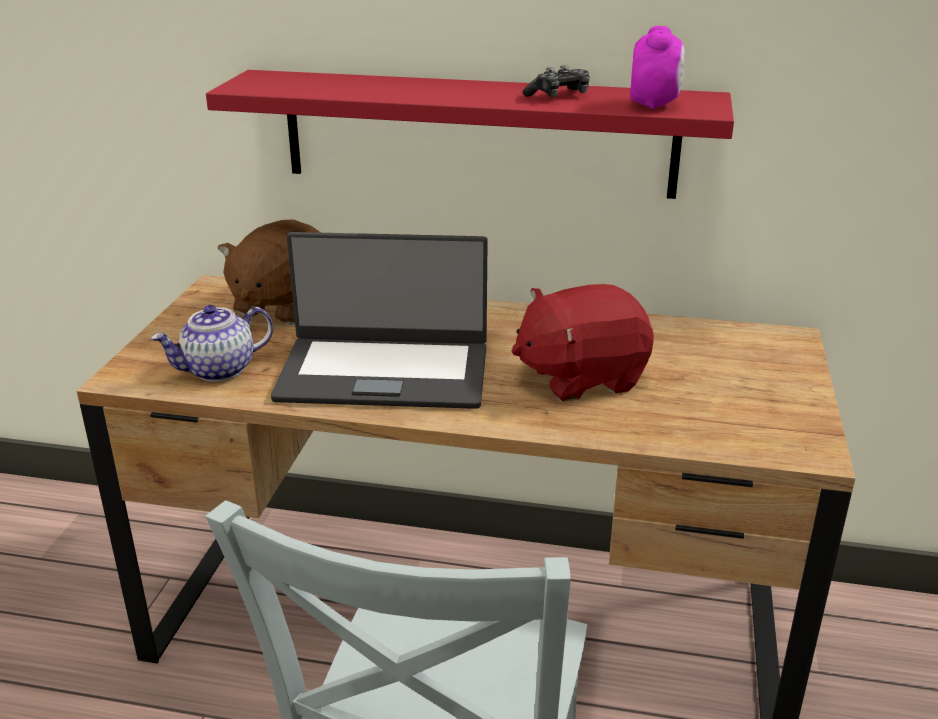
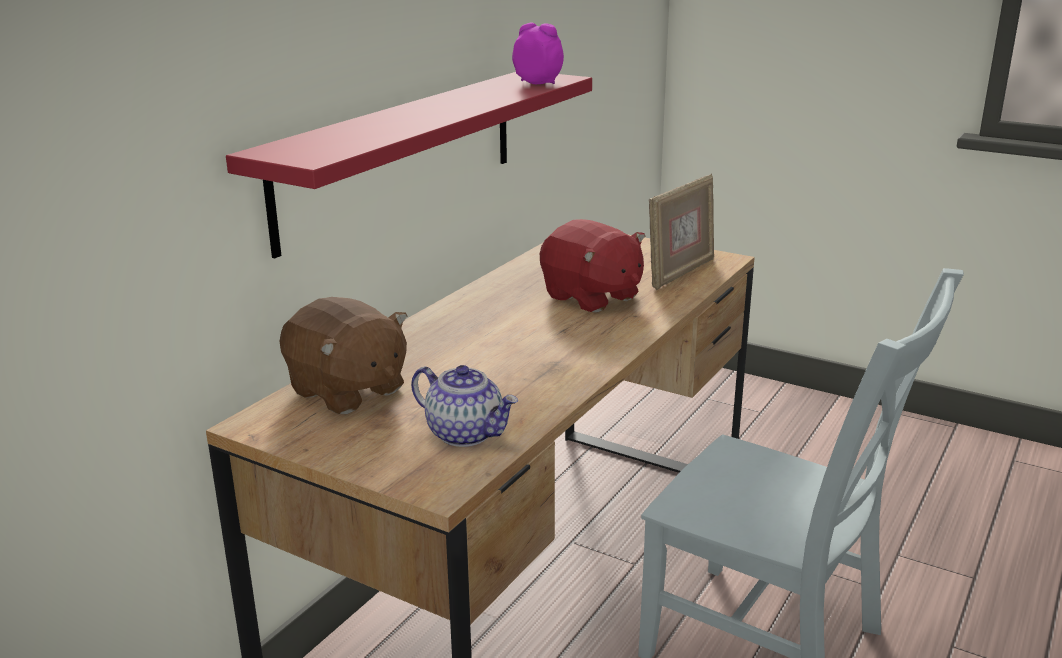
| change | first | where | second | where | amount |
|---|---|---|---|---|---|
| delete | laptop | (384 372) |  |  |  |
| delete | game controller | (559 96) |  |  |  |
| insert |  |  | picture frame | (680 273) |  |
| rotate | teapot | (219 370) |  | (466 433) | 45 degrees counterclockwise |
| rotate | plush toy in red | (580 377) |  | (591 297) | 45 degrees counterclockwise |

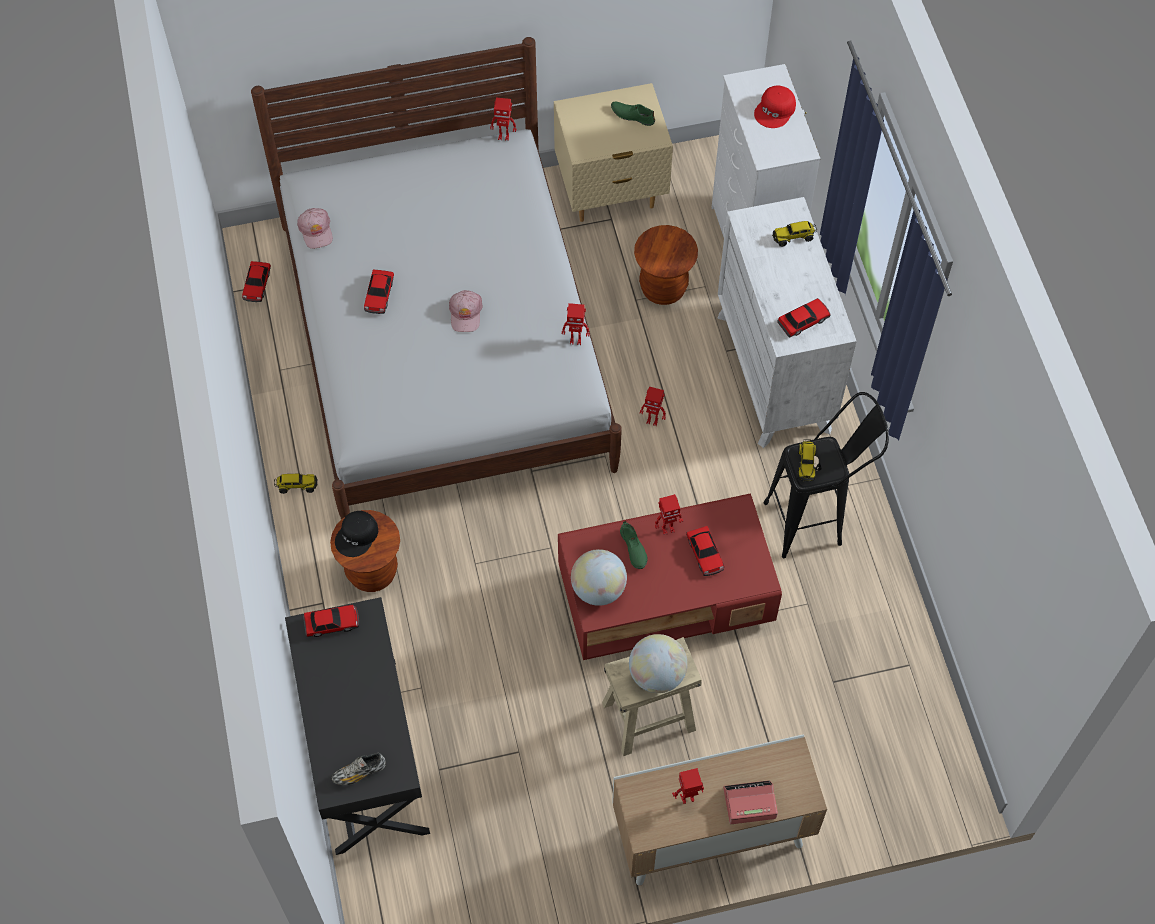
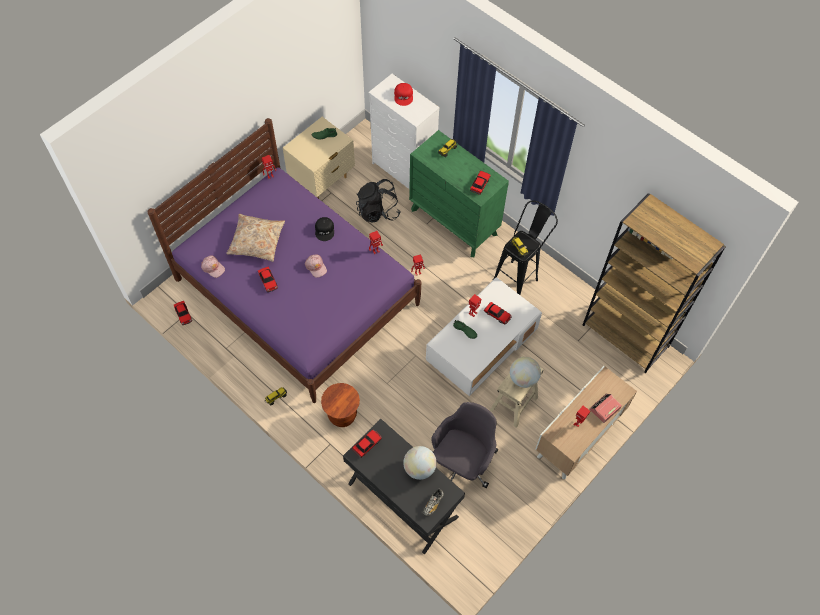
| change | first | where | second | where | amount |
|---|---|---|---|---|---|
| insert |  |  | pillow in beige | (257 241) |  |
| insert |  |  | office chair in grey | (462 462) |  |
| insert |  |  | bookcase in brown | (626 336) |  |
| move | cap in black | (357 536) |  | (325 230) |  |
| move | globe | (598 589) |  | (419 468) |  |
| replace | stool in brown | (663 288) | backpack in black | (378 211) |  |
| recolor | bed in white | (445 344) | bed in purple | (297 291) |  |
| recolor | coffee table in red | (666 595) | coffee table in white | (481 346) |  |
| recolor | dresser in white | (774 372) | dresser in green | (454 222) |  |

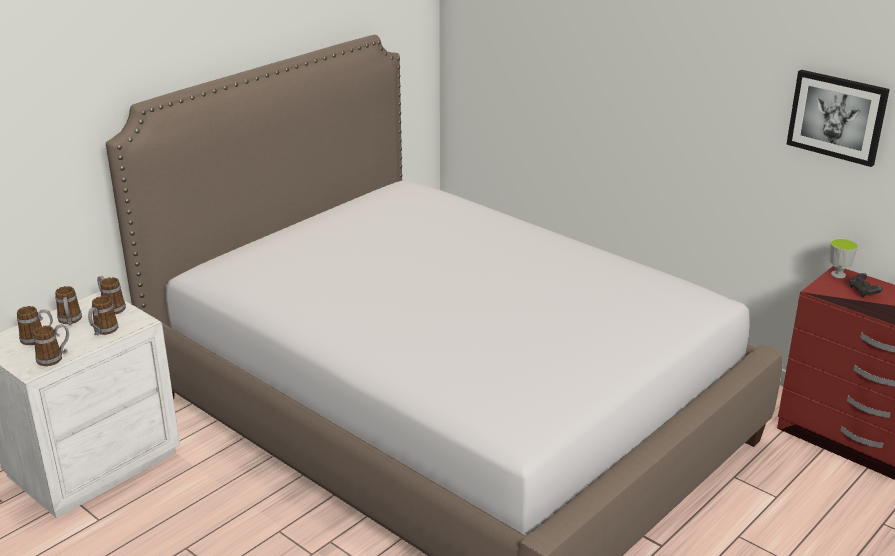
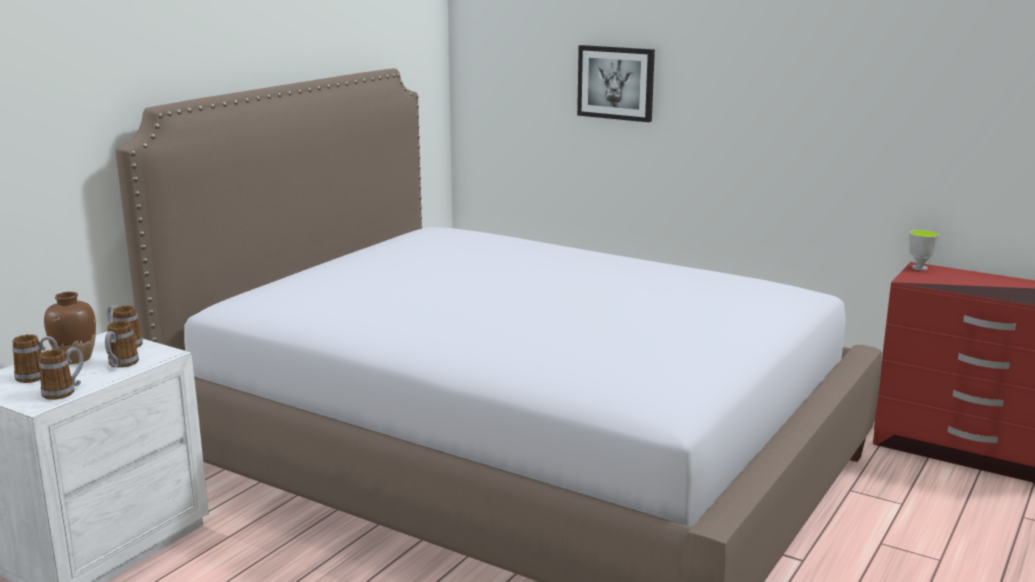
| change | first | where | second | where | amount |
|---|---|---|---|---|---|
| delete | game controller in black | (863 292) |  |  |  |
| move | picture | (837 116) |  | (616 83) |  |
| replace | mug | (70 321) | vase in brown | (75 359) |  |

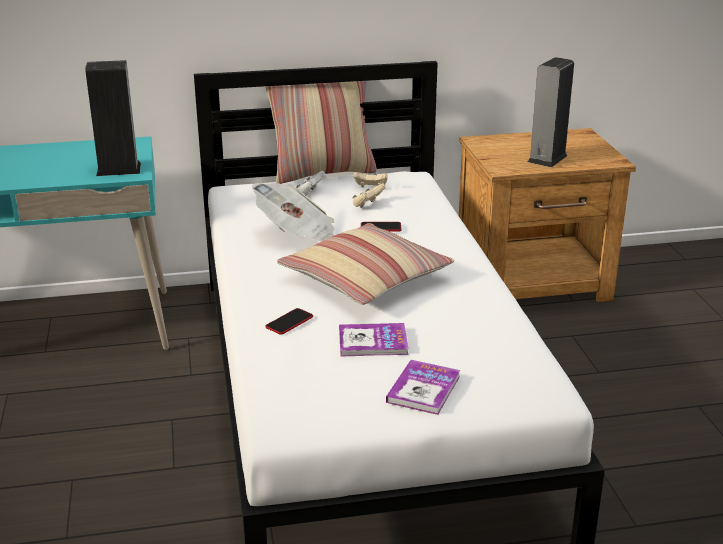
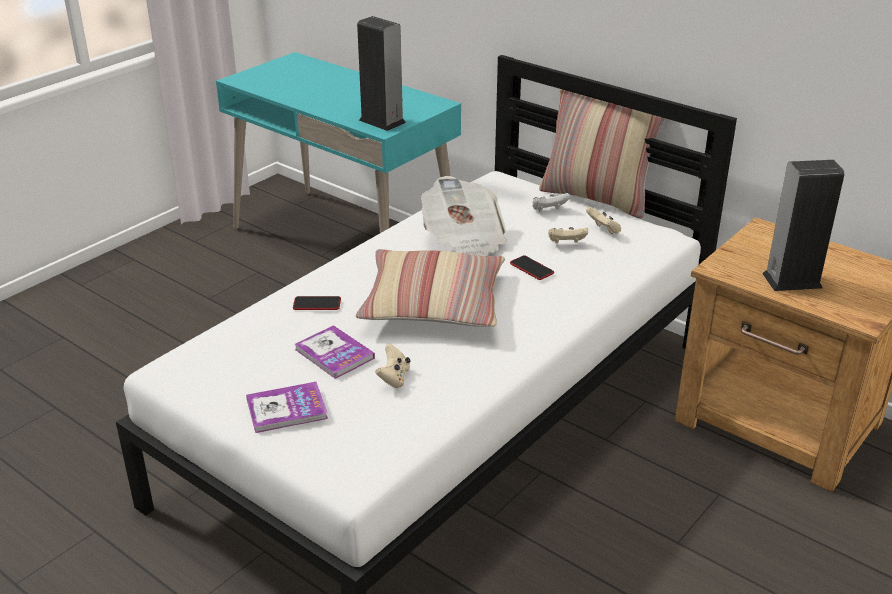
| change | first | where | second | where | amount |
|---|---|---|---|---|---|
| insert |  |  | game controller in beige | (394 378) |  |

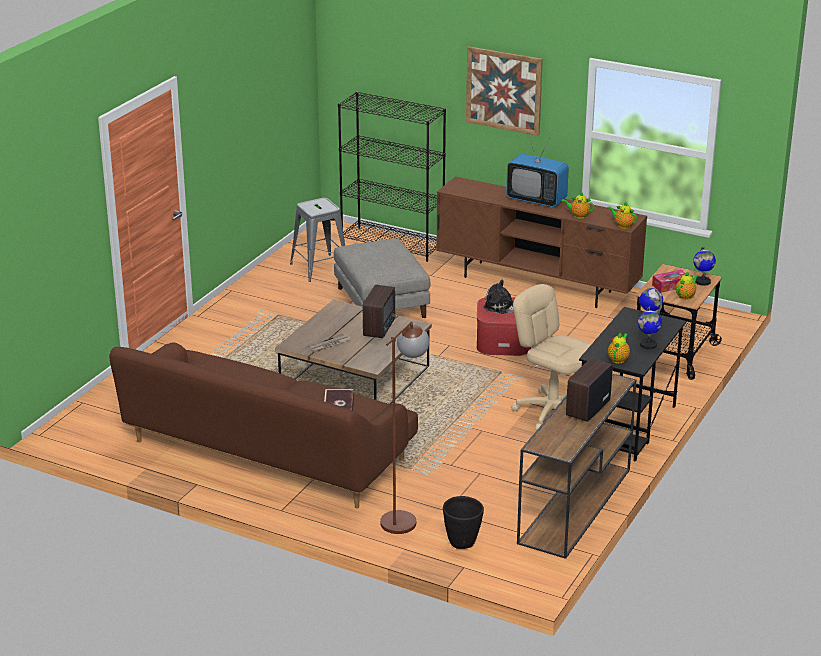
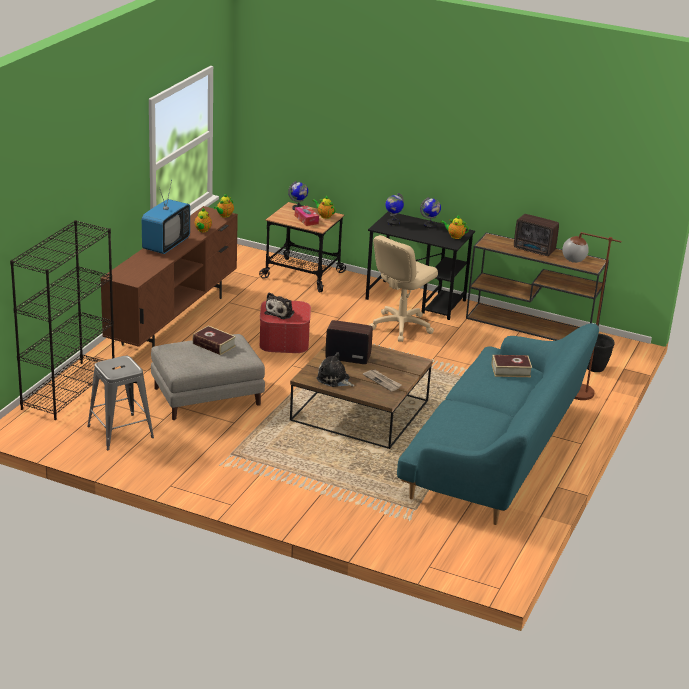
| change | first | where | second | where | amount |
|---|---|---|---|---|---|
| delete | picture | (504 90) |  |  |  |
| insert |  |  | book | (214 345) |  |
| insert |  |  | plush toy | (334 379) |  |
| recolor | sofa in brown | (266 452) | sofa in turquoise | (496 453) |  |

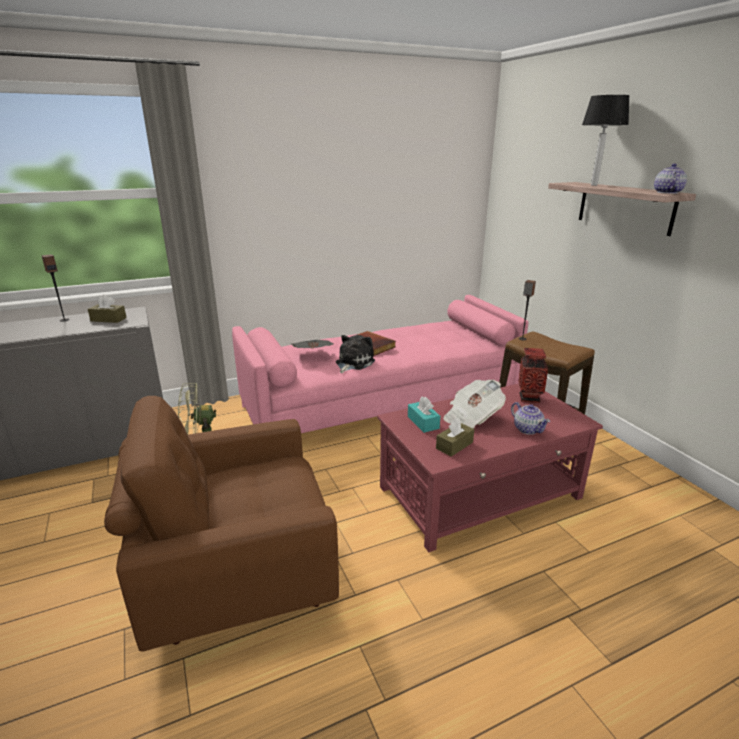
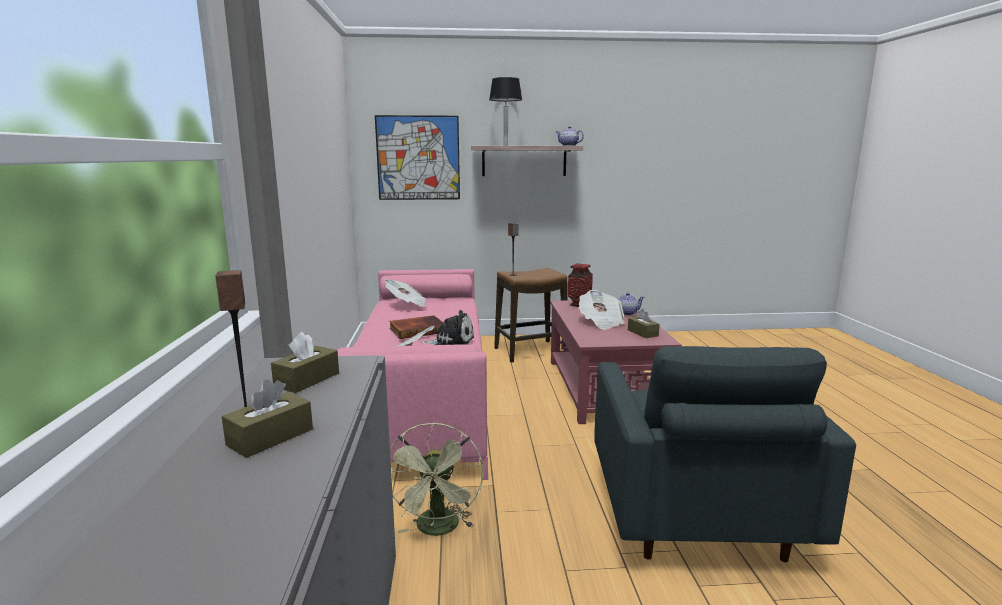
| change | first | where | second | where | amount |
|---|---|---|---|---|---|
| delete | tissue box in turquoise | (423 422) |  |  |  |
| insert |  |  | tissue box in brown | (270 437) |  |
| insert |  |  | picture | (418 158) |  |
| insert |  |  | newspaper | (407 304) |  |
| recolor | armchair in brown | (237 575) | armchair in grey | (693 515) |  |
| rotate | plush toy | (353 363) |  | (451 343) | 135 degrees clockwise |

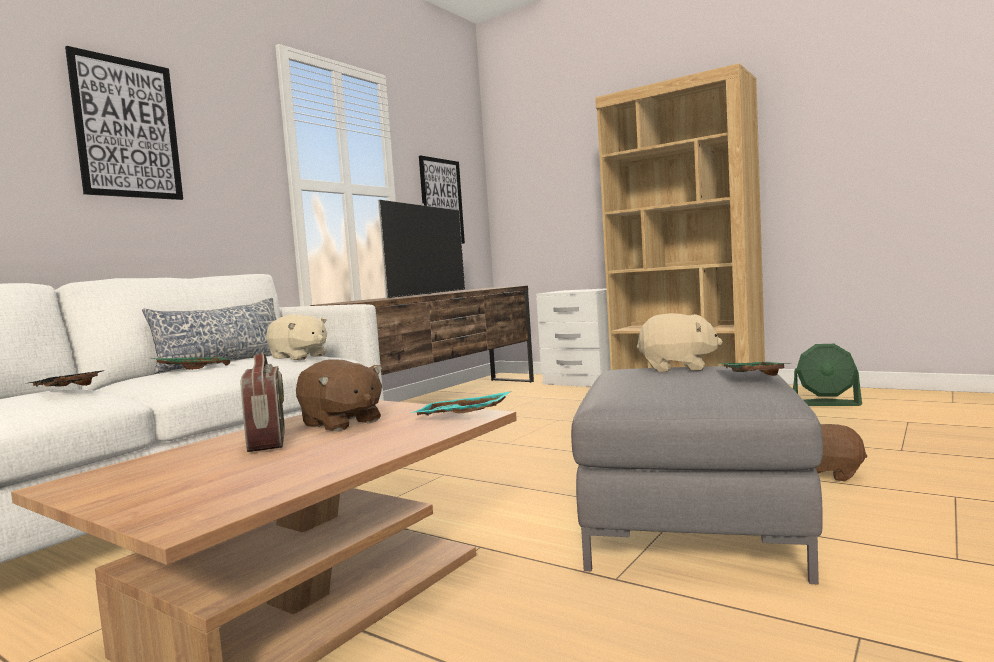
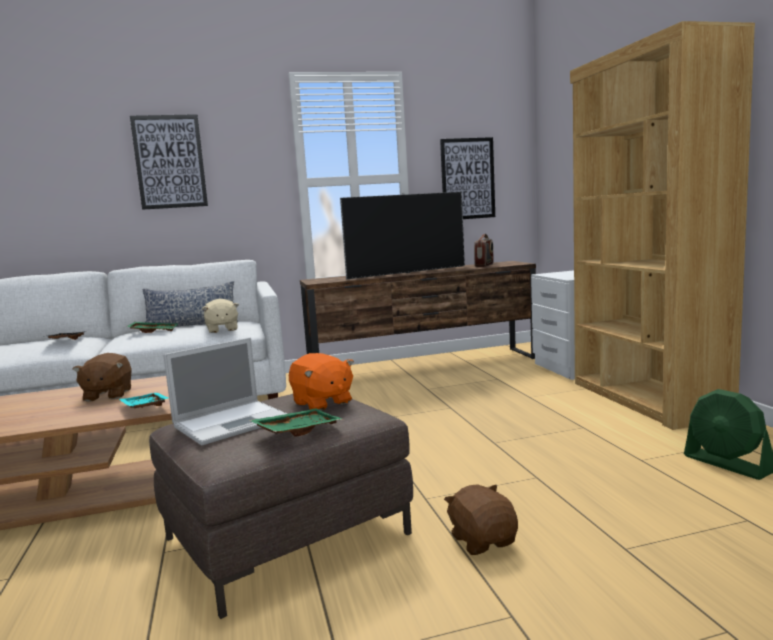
| change | first | where | second | where | amount |
|---|---|---|---|---|---|
| insert |  |  | laptop | (233 422) |  |
| move | radio | (268 441) |  | (484 265) |  |
| recolor | ottoman in grey | (690 523) | ottoman in brown | (287 535) |  |
| recolor | plush toy in beige | (677 368) | plush toy in orange | (322 403) |  |

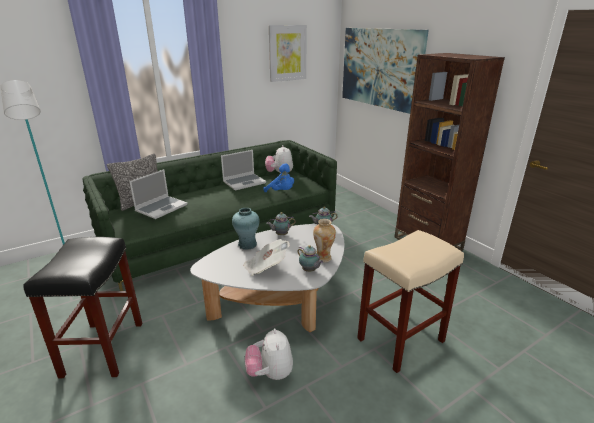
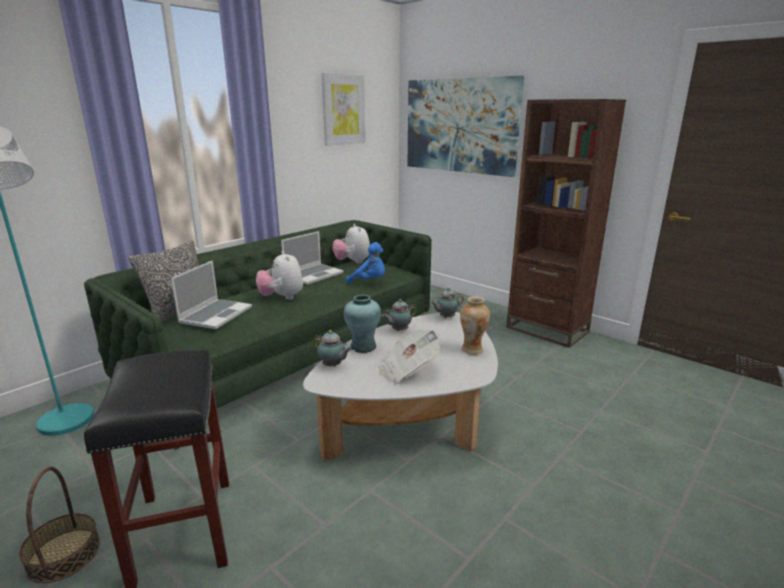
| change | first | where | second | where | amount |
|---|---|---|---|---|---|
| delete | stool in beige | (400 341) |  |  |  |
| insert |  |  | basket | (63 554) |  |
| move | plush toy | (270 373) |  | (282 297) |  |
| move | teapot | (309 271) |  | (333 366) |  |

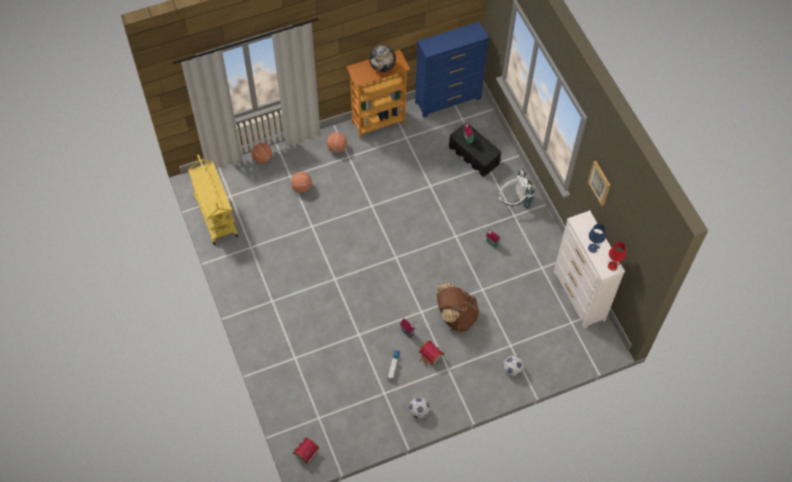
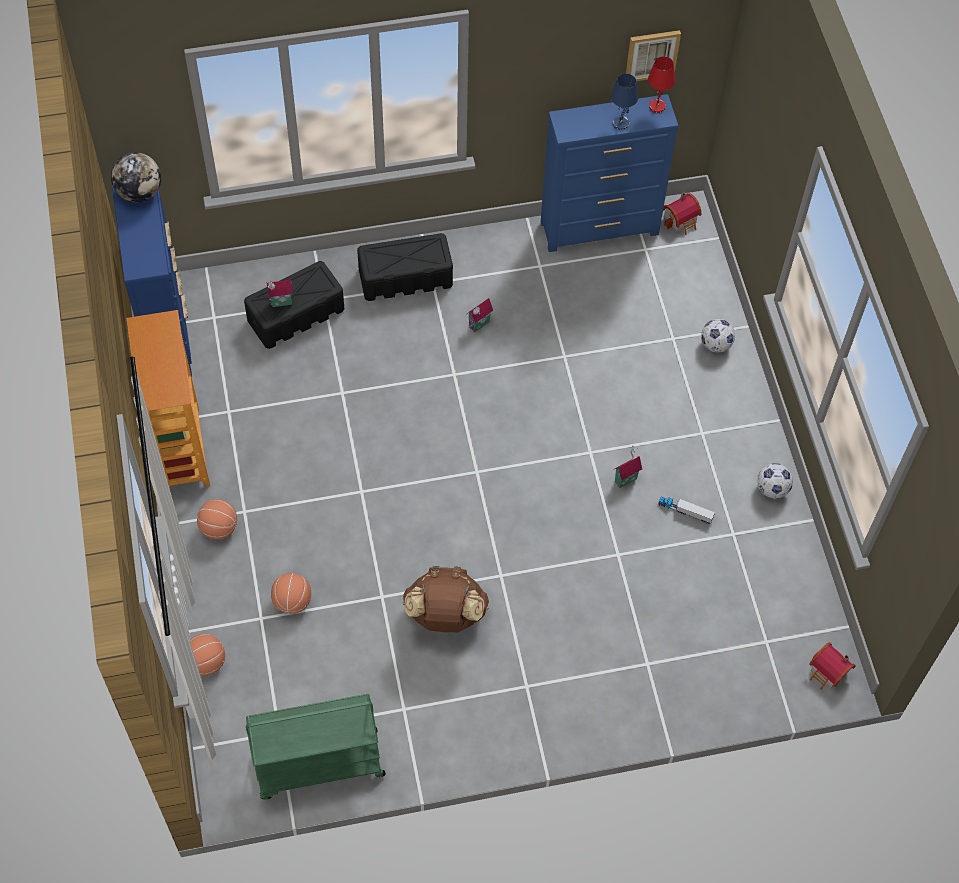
| change | first | where | second | where | amount |
|---|---|---|---|---|---|
| move | globe | (382 67) |  | (139 192) |  |
| move | toy house | (430 357) |  | (681 220) |  |
| move | backpack in brown | (455 316) |  | (445 615) |  |
| move | picture | (600 183) |  | (652 55) |  |
| replace | backpack in white | (513 202) | storage box in black | (406 277) |  |
| recolor | cart in yellow | (215 216) | cart in green | (318 765) |  |
| recolor | dresser in white | (579 296) | dresser in blue | (600 228) |  |

